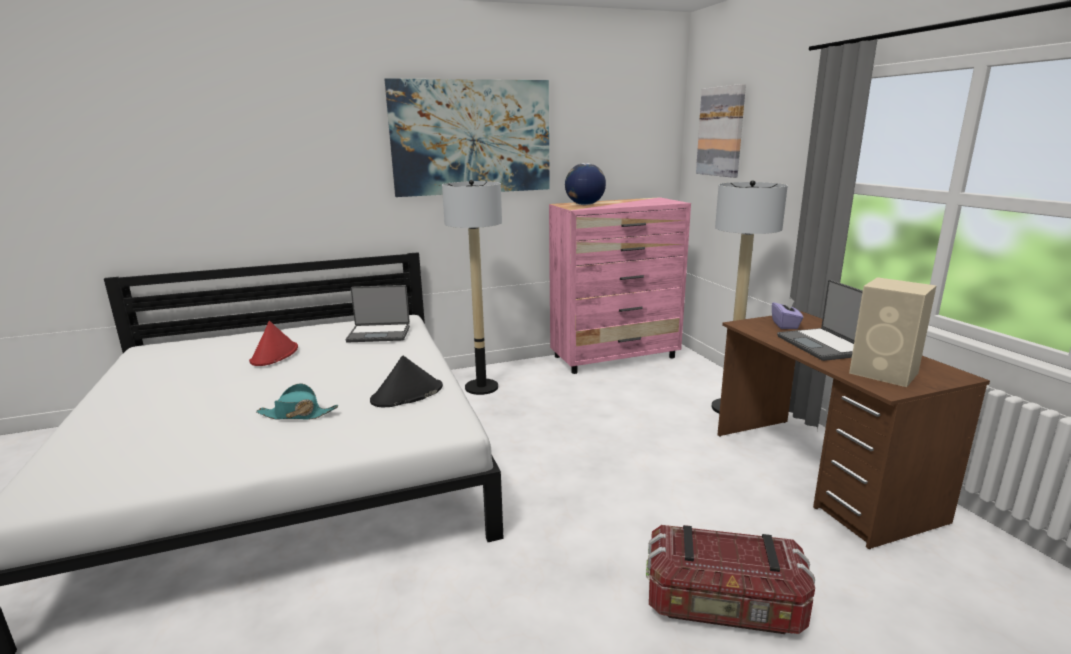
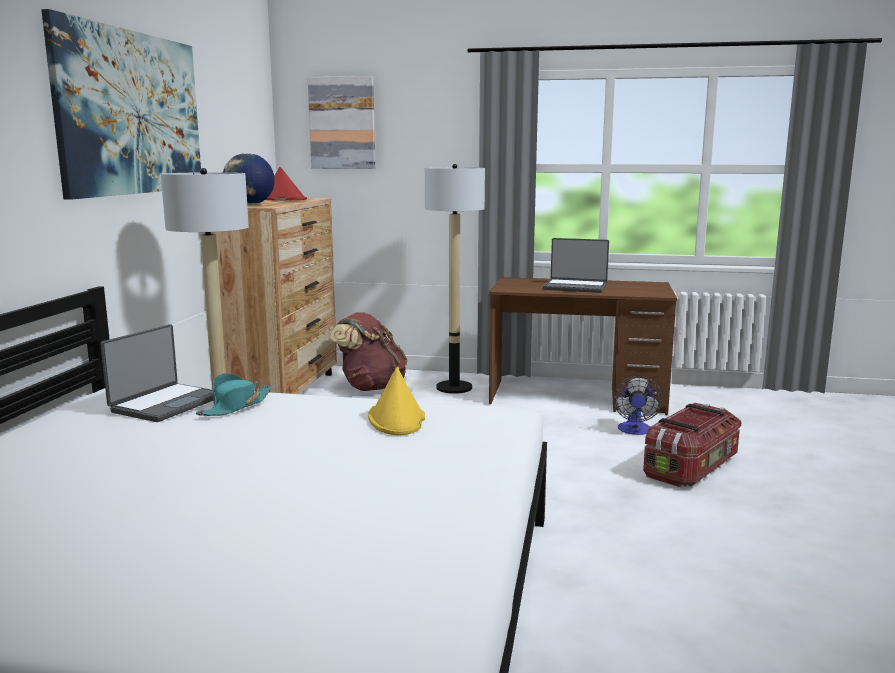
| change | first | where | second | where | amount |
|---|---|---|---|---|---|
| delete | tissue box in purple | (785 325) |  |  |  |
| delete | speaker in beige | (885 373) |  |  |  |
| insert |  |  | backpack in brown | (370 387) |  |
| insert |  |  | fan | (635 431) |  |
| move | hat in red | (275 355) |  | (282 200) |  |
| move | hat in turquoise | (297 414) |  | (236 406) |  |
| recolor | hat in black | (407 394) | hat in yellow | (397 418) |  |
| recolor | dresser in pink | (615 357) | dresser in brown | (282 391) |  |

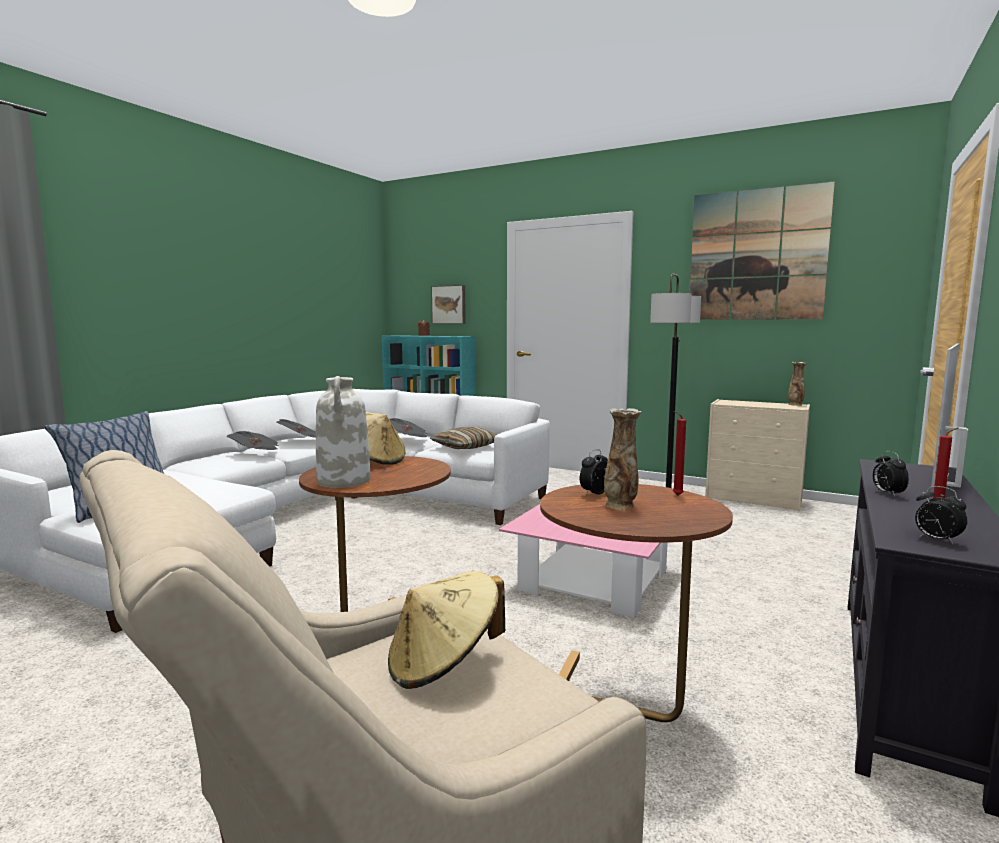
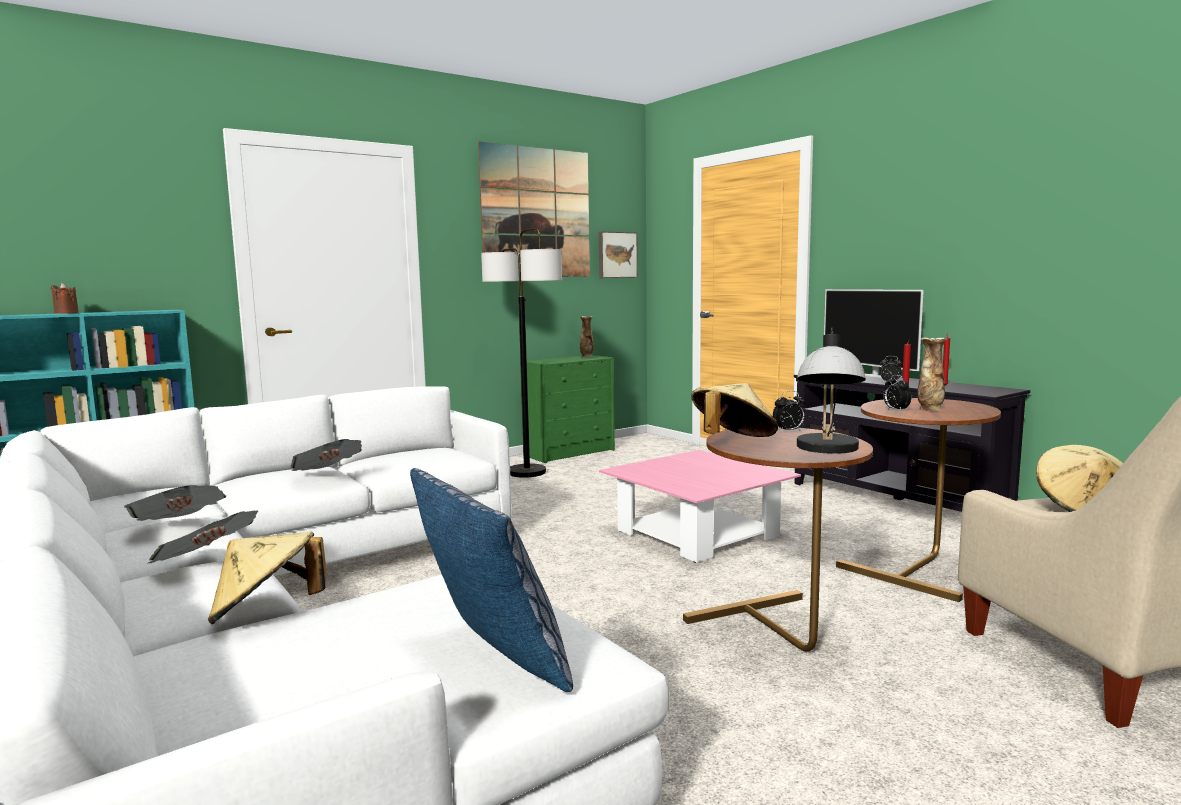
| change | first | where | second | where | amount |
|---|---|---|---|---|---|
| delete | pillow | (465 447) |  |  |  |
| insert |  |  | hat in beige | (267 612) |  |
| move | picture | (449 304) |  | (616 255) |  |
| move | alarm clock | (936 540) |  | (789 431) |  |
| replace | vase in white | (344 481) | table lamp | (827 450) |  |
| recolor | dresser in beige | (754 499) | dresser in green | (570 452) |  |

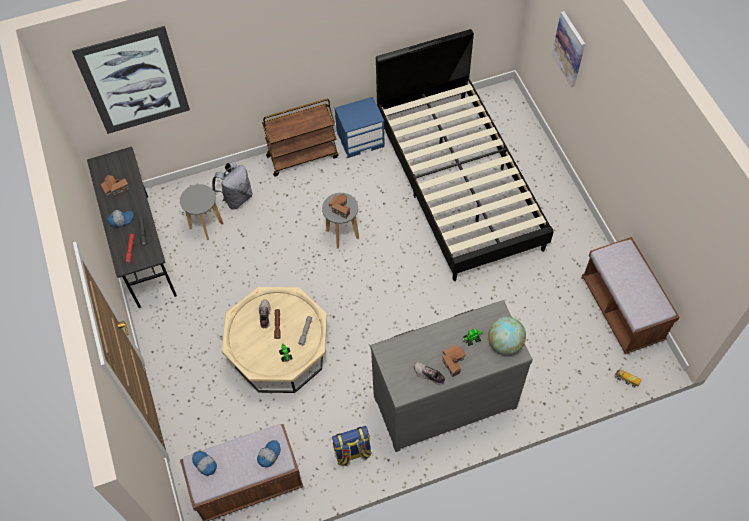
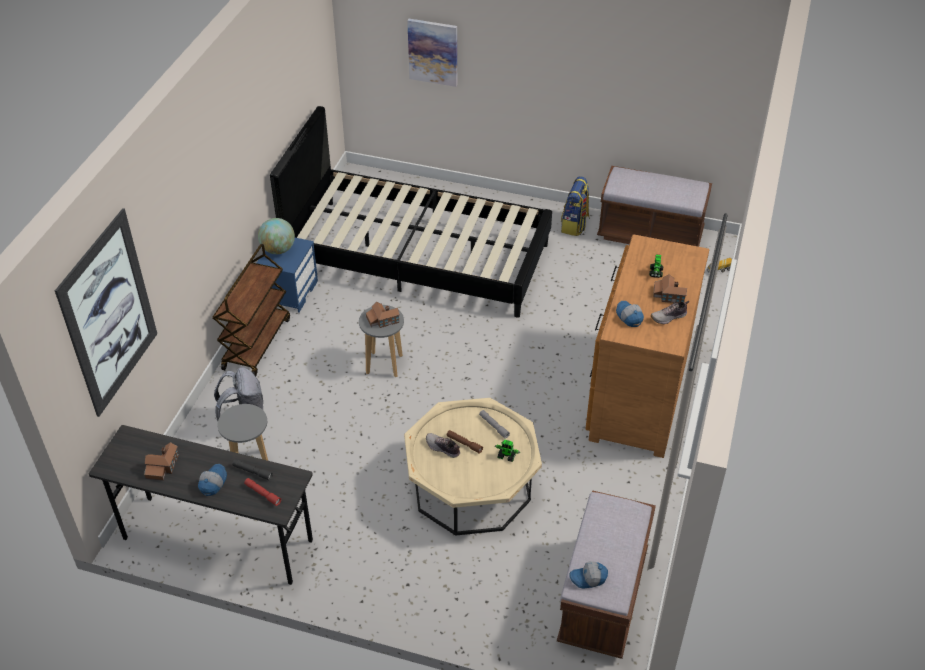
| change | first | where | second | where | amount |
|---|---|---|---|---|---|
| move | cap | (268 455) |  | (628 317) |  |
| move | backpack | (352 453) |  | (574 225) |  |
| move | globe | (505 343) |  | (278 250) |  |
| recolor | dresser in grey | (443 399) | dresser in brown | (637 393) |  |

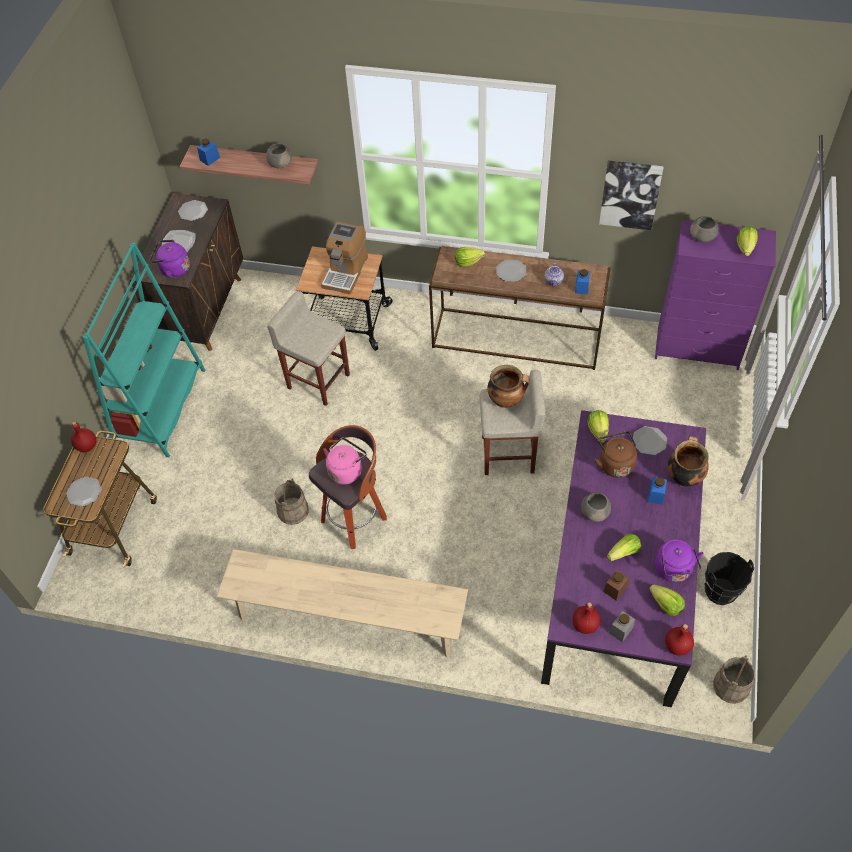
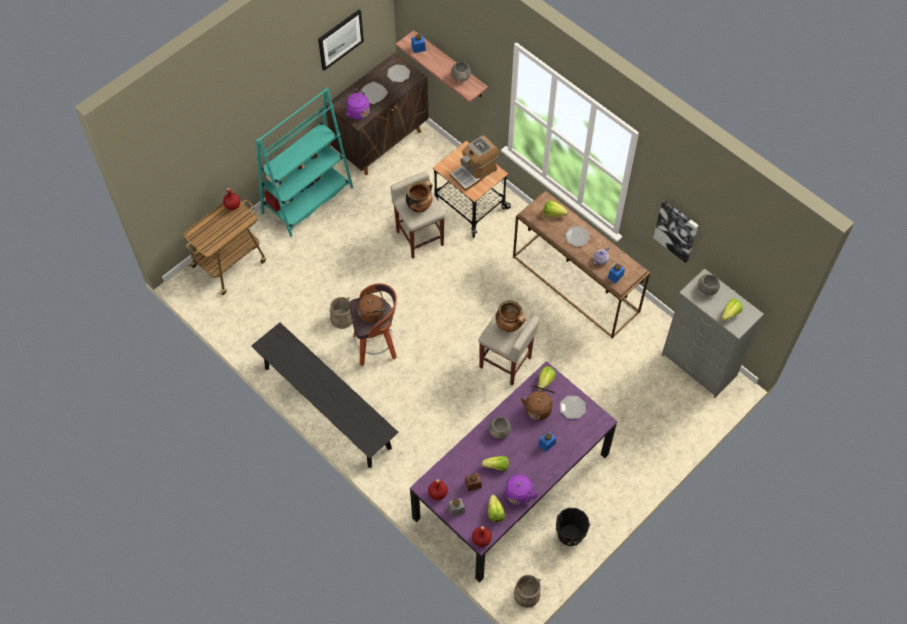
| change | first | where | second | where | amount |
|---|---|---|---|---|---|
| delete | plate | (84 492) |  |  |  |
| insert |  |  | picture | (340 39) |  |
| move | cooking pot | (684 476) |  | (419 206) |  |
| recolor | bench in beige | (348 619) | bench in black | (327 407) |  |
| recolor | kettle in pink | (346 470) | kettle in brown | (373 313) |  |
| recolor | dresser in purple | (698 349) | dresser in grey | (699 366) |  |

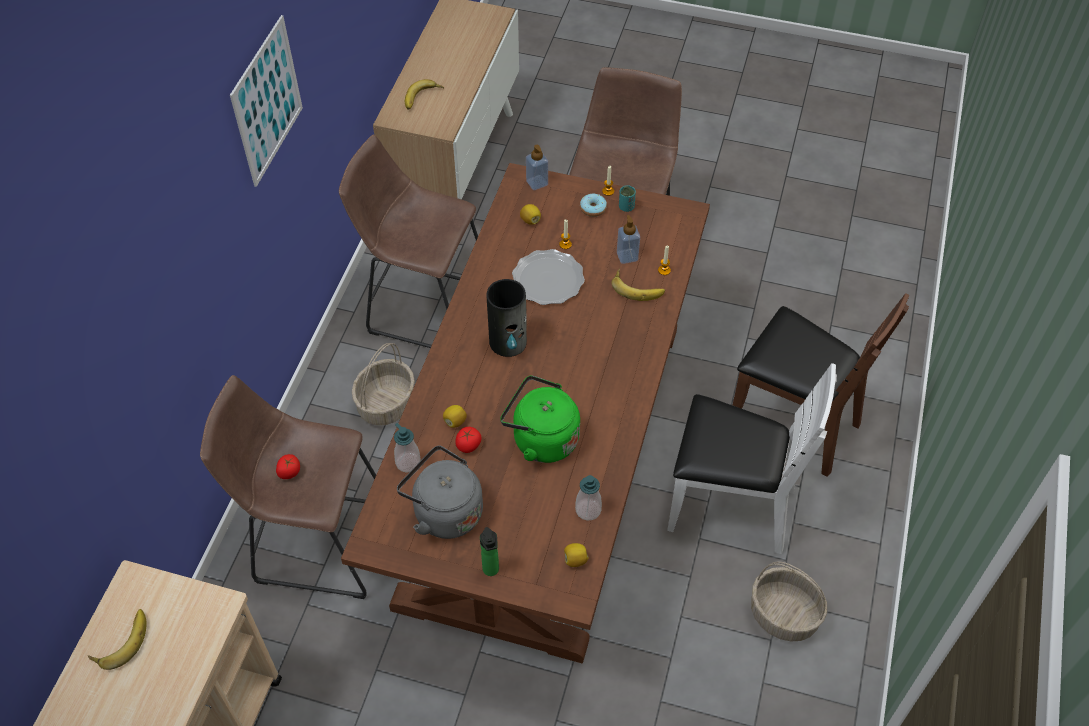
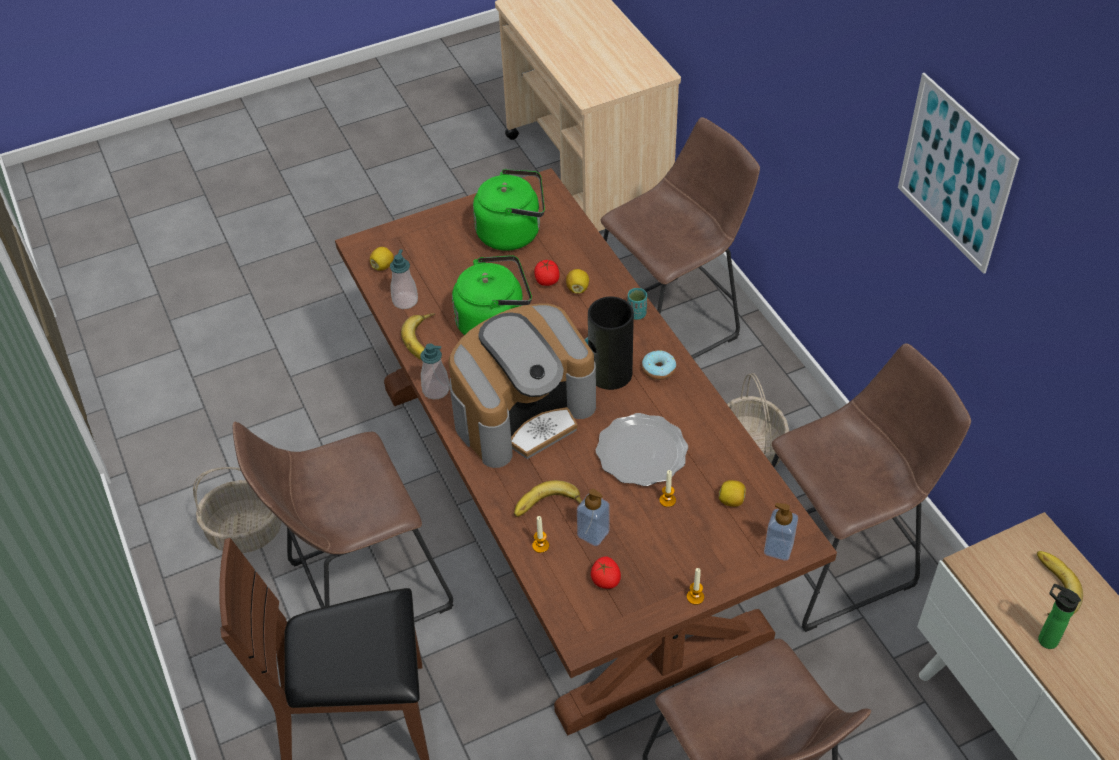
| change | first | where | second | where | amount |
|---|---|---|---|---|---|
| insert |  |  | coffee machine | (523 412) |  |
| move | banana | (121 640) |  | (425 340) |  |
| move | tomato | (289 472) |  | (605 580) |  |
| move | soap dispenser | (408 462) |  | (436 390) |  |
| move | bottle | (491 571) |  | (1044 639) |  |
| move | donut | (593 209) |  | (658 369) |  |
| move | cup in turquoise | (626 207) |  | (636 314) |  |
| replace | chair in white | (730 506) | stool in brown | (360 588) |  |
| recolor | kettle in grey | (444 511) | kettle in green | (513 232) |  |

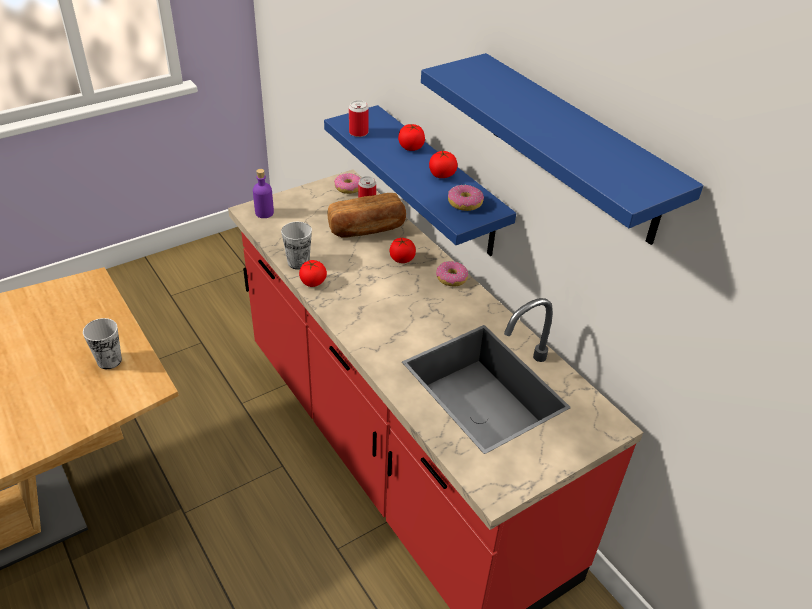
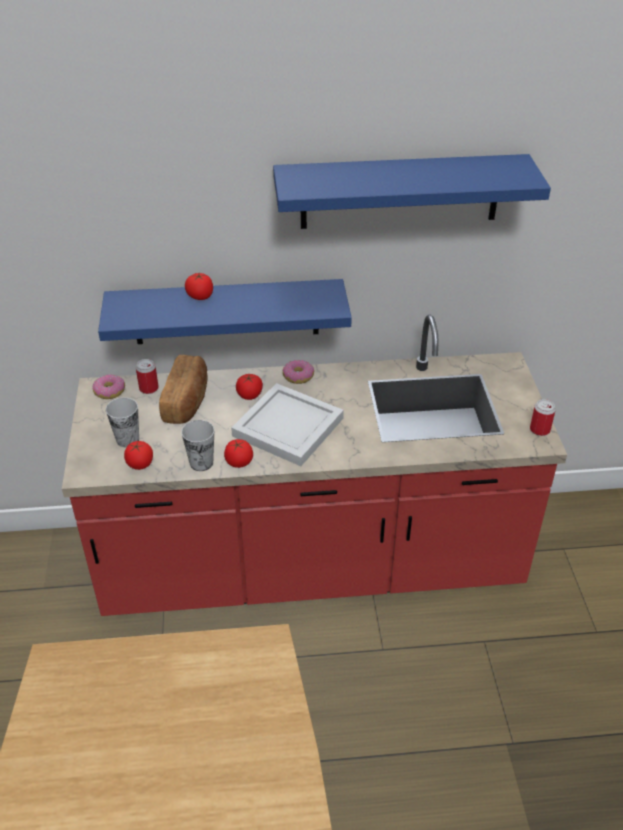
| change | first | where | second | where | amount |
|---|---|---|---|---|---|
| delete | bottle in purple | (264 213) |  |  |  |
| delete | donut | (465 203) |  |  |  |
| insert |  |  | tray in white | (286 427) |  |
| move | cup | (109 361) |  | (127 439) |  |
| move | can | (358 133) |  | (539 430) |  |
| move | tomato | (442 175) |  | (140 464) |  |

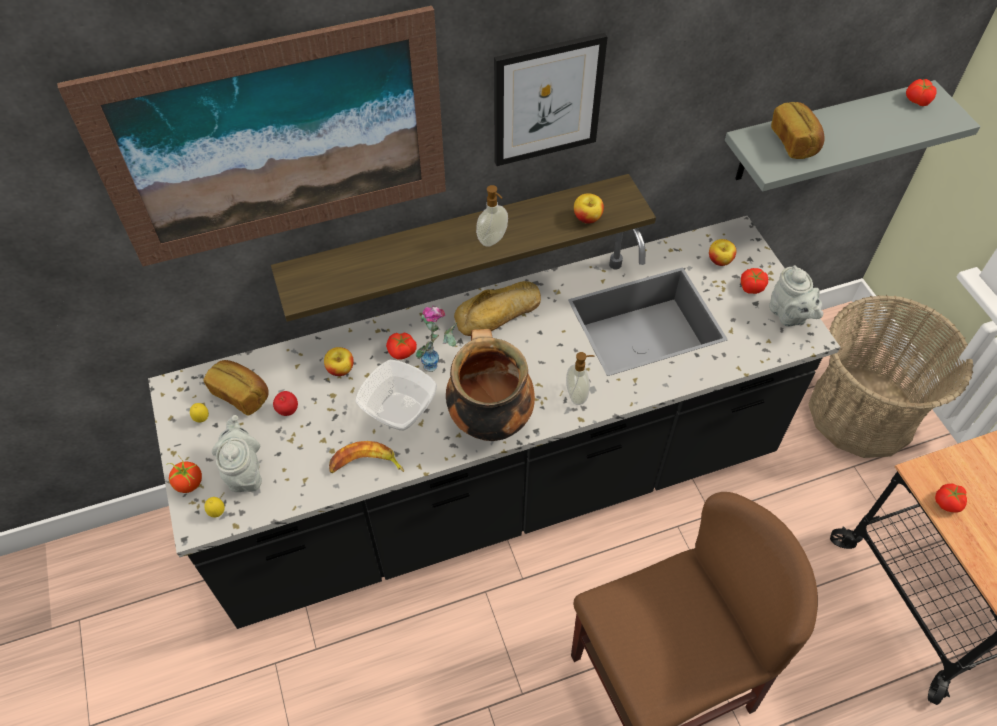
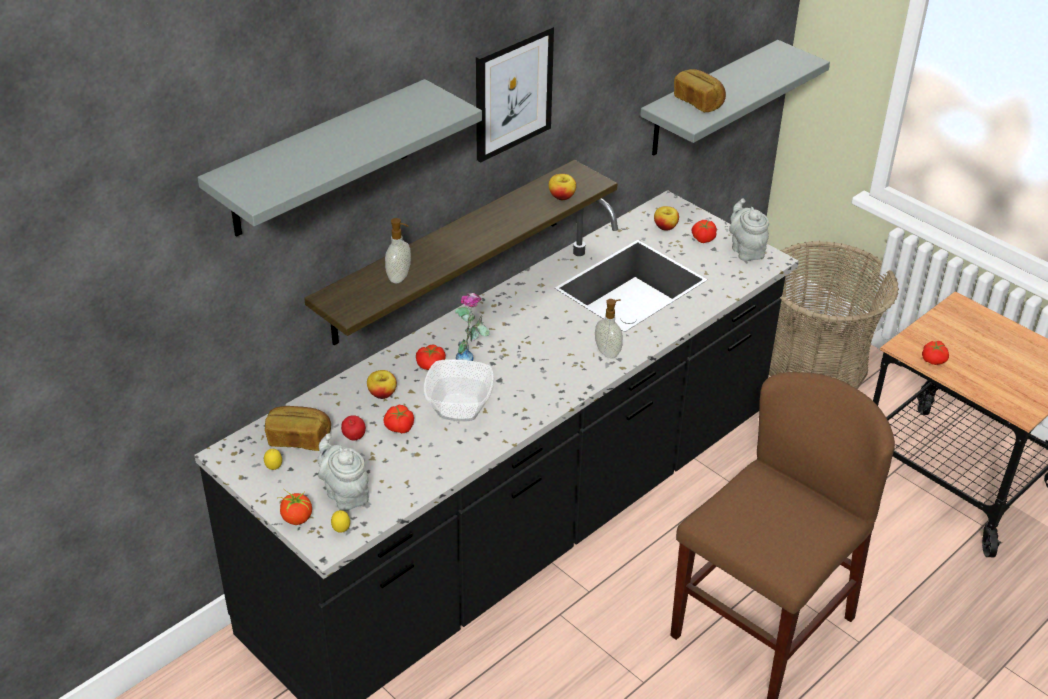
| change | first | where | second | where | amount |
|---|---|---|---|---|---|
| delete | banana | (365 465) |  |  |  |
| delete | cooking pot | (489 419) |  |  |  |
| delete | bread | (499 315) |  |  |  |
| move | soap dispenser | (493 240) |  | (400 277) |  |
| move | tomato | (917 100) |  | (399 427) |  |
| replace | picture | (277 142) | shelf in grey | (320 160) |  |
| rotate | teapot in grey | (789 316) |  | (746 250) | 150 degrees counterclockwise |

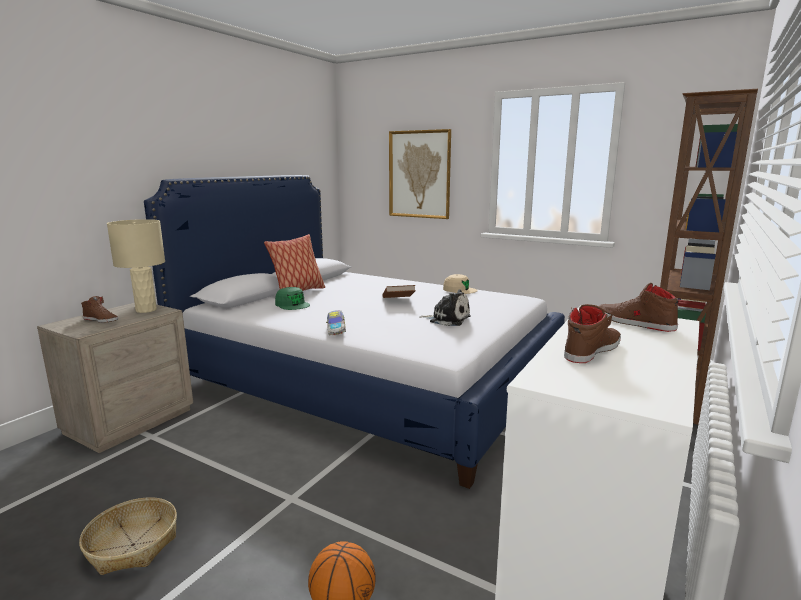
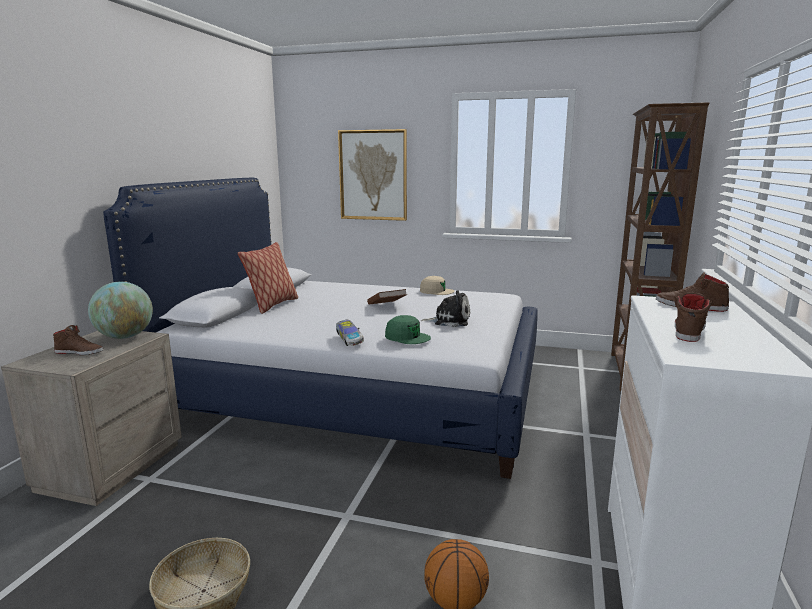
| change | first | where | second | where | amount |
|---|---|---|---|---|---|
| move | cap in green | (292 304) |  | (407 337) |  |
| replace | table lamp in beige | (146 310) | globe | (125 337) |  |

